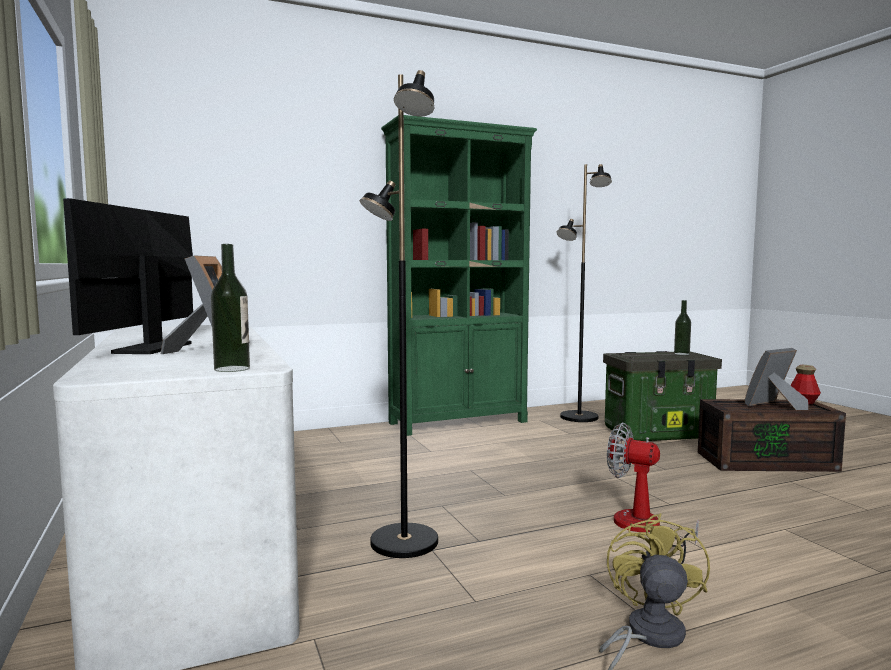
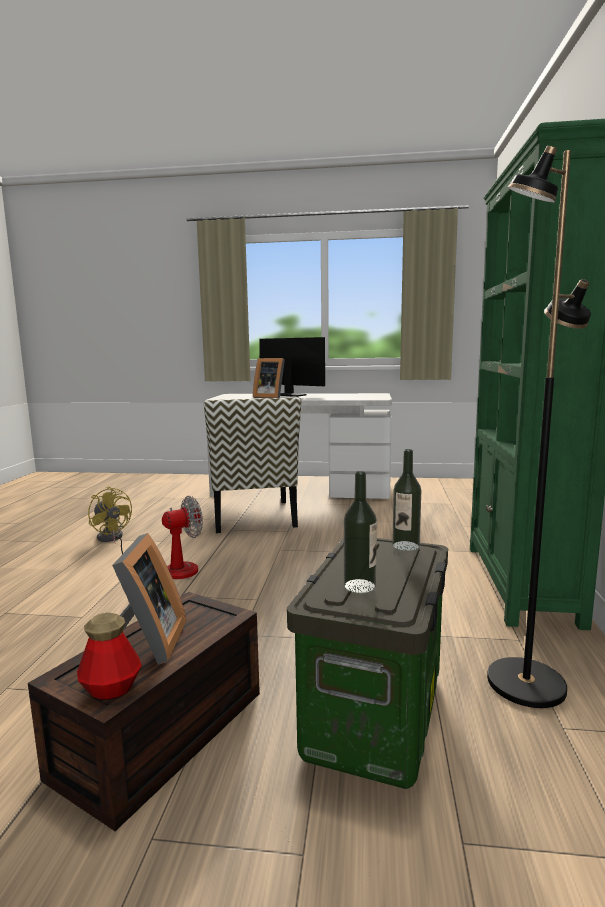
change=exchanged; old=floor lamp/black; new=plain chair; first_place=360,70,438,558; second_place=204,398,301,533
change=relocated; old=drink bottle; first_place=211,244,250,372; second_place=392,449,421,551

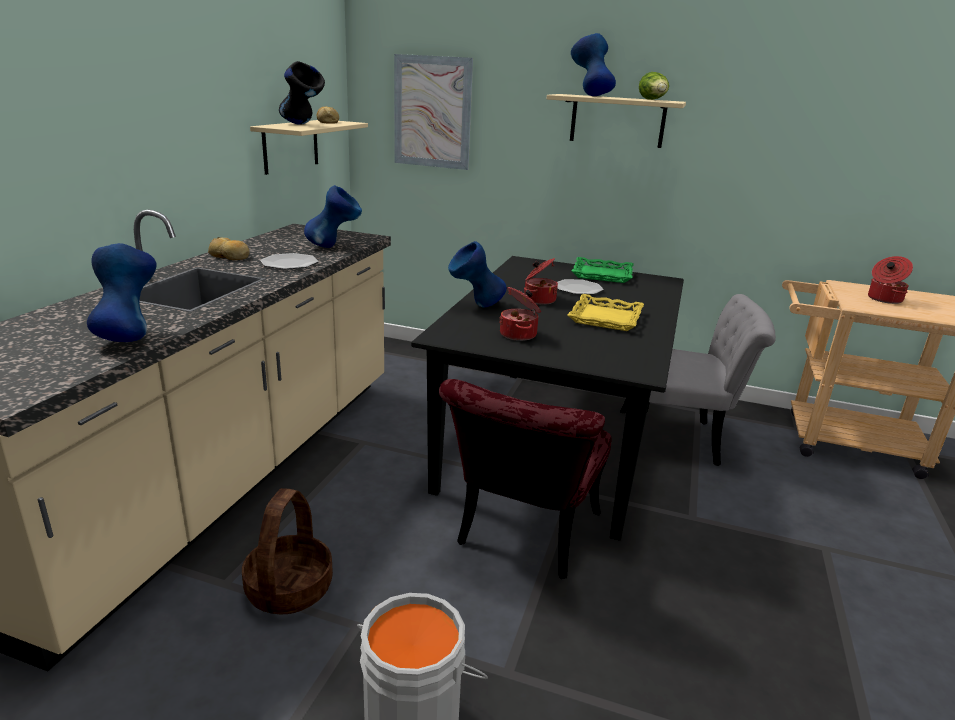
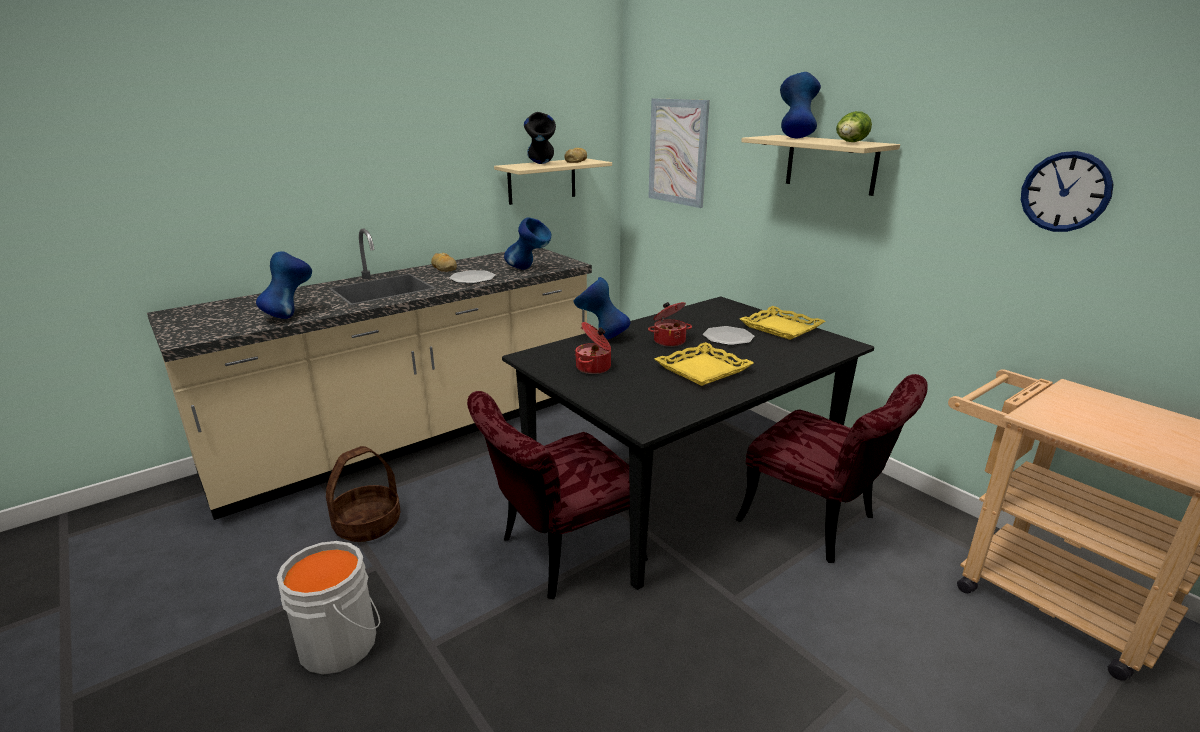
change=colour; old=plain chair/gray; new=plain chair/reddish; first_place=620,294,776,466; second_place=736,374,928,563
change=colour; old=tray/greenish; new=tray/yellow-coloured; first_place=572,257,634,283; second_place=740,306,826,340
change=appeared; new=clock on the wall; second_place=1021,151,1114,232
change=missing; old=stockpot; first_place=868,256,913,304

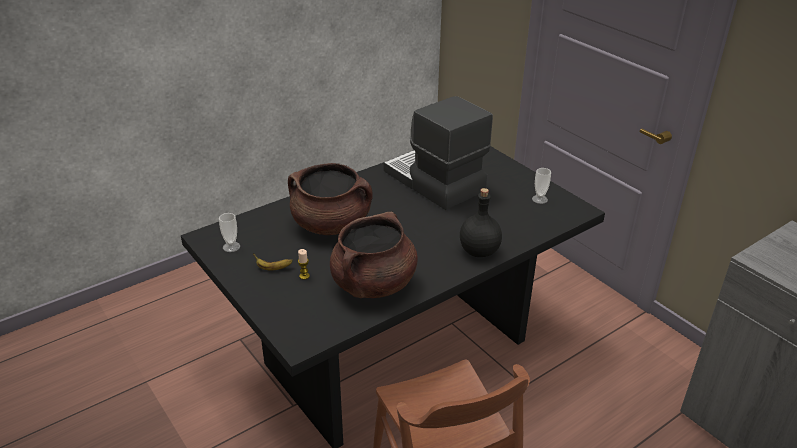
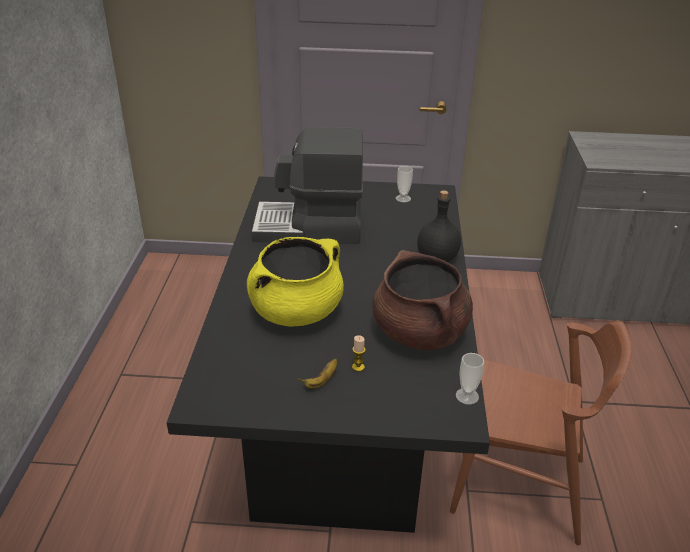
change=colour; old=stockpot/brown; new=stockpot/yellow-coloured; first_place=288,163,373,235; second_place=247,237,344,327
change=relocated; old=drinking cup; first_place=219,213,240,252; second_place=456,353,485,405

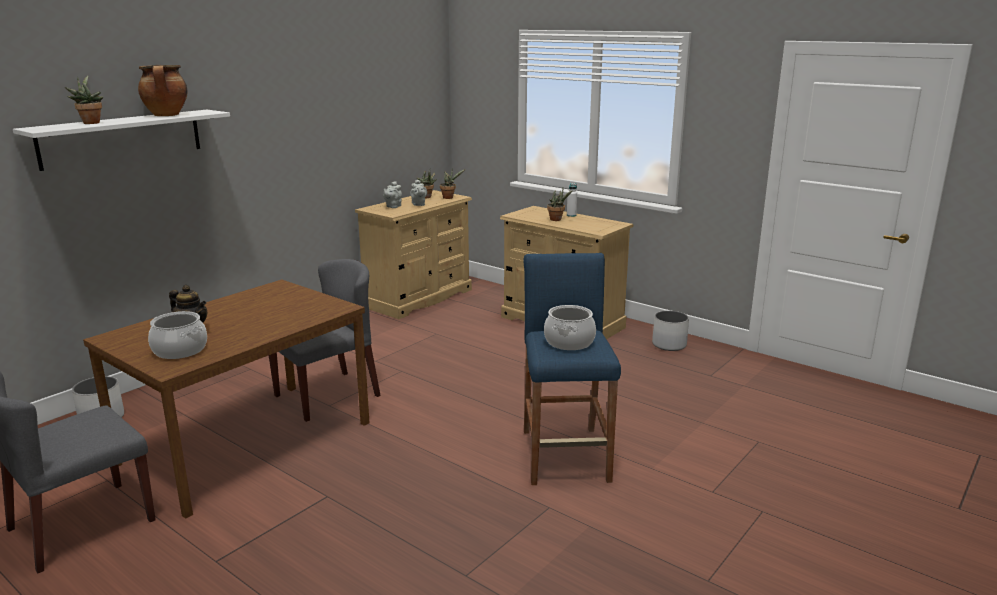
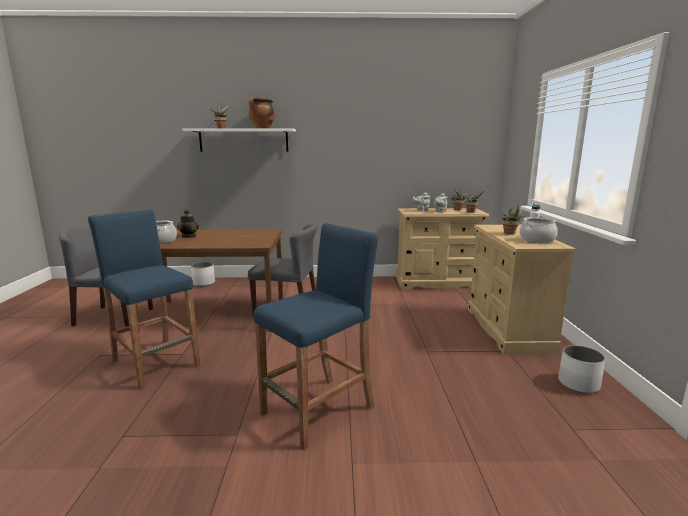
change=appeared; new=sitting stool/bluish; second_place=88,209,200,390
change=relocated; old=stockpot; first_place=544,305,596,350; second_place=519,217,558,243

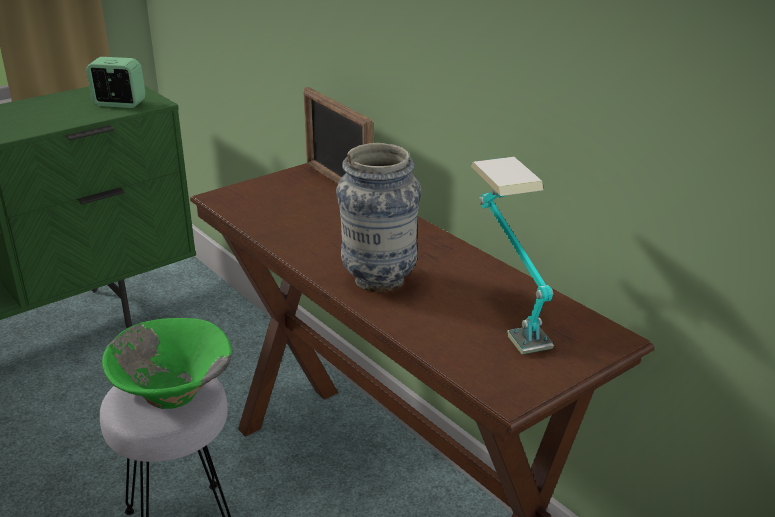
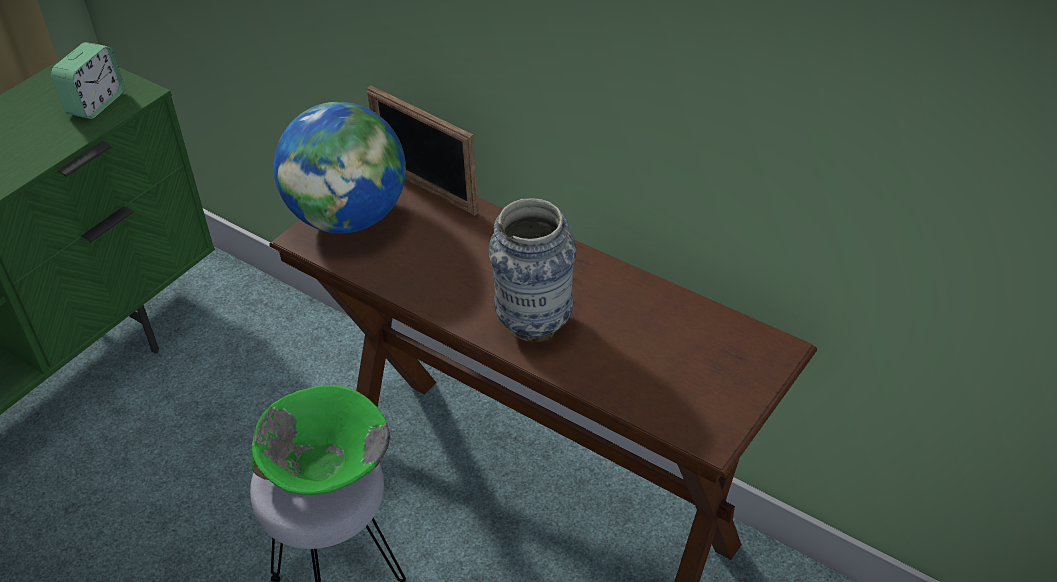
change=spun; old=bedside clock; first_place=86,57,146,108; second_place=51,42,124,119; degrees=120
change=appeared; new=globe; second_place=274,102,406,233
change=missing; old=lamp for a table; first_place=471,157,554,354

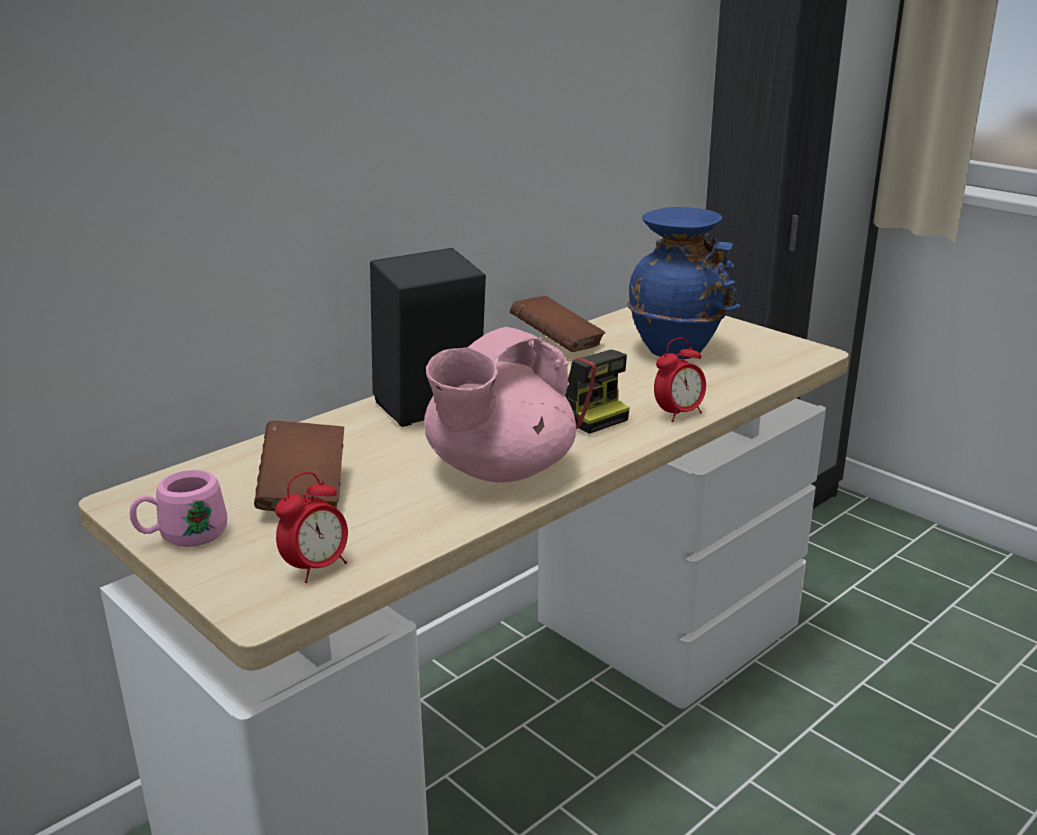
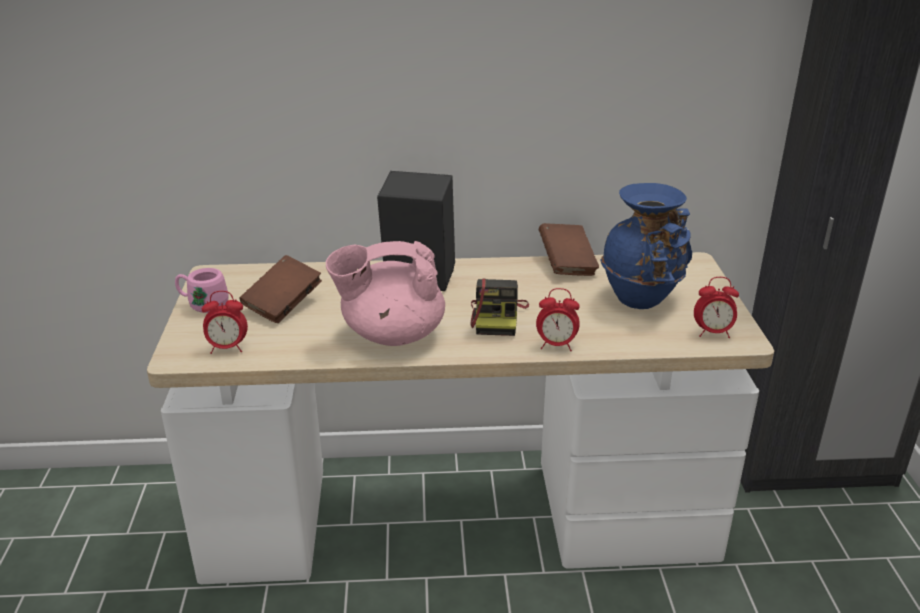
change=appeared; new=bedside clock; second_place=694,277,739,338

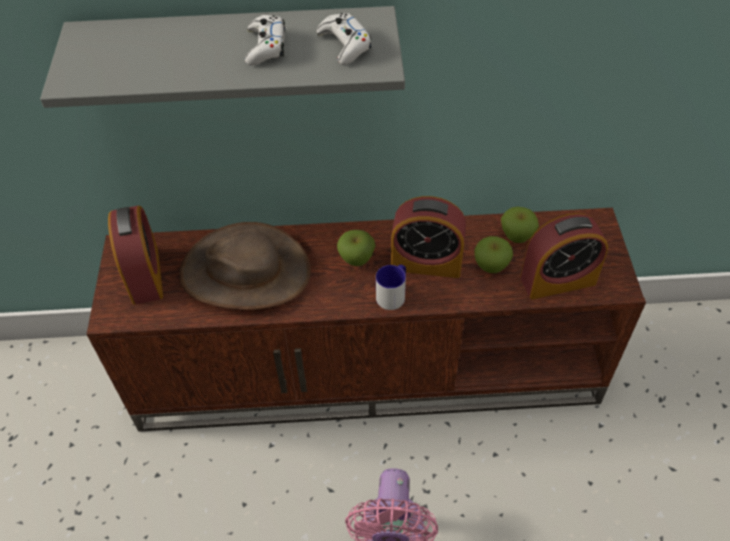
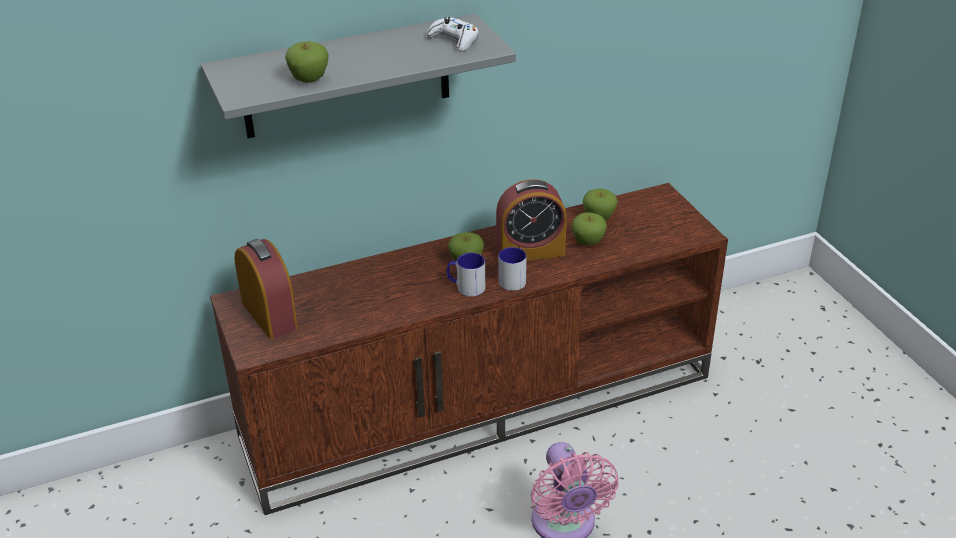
change=appeared; new=apple fruit; second_place=285,41,329,83
change=appeared; new=mug; second_place=446,253,485,297
change=missing; old=clothing hat/brown; first_place=179,222,311,310
change=missing; old=gamepad/white; first_place=245,15,285,66
change=missing; old=bedside clock; first_place=520,213,608,299

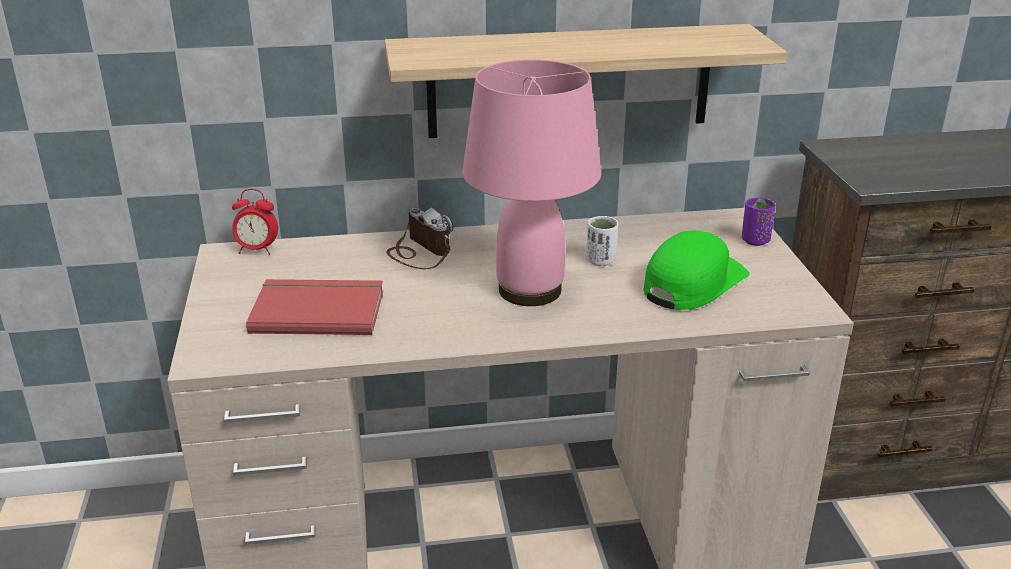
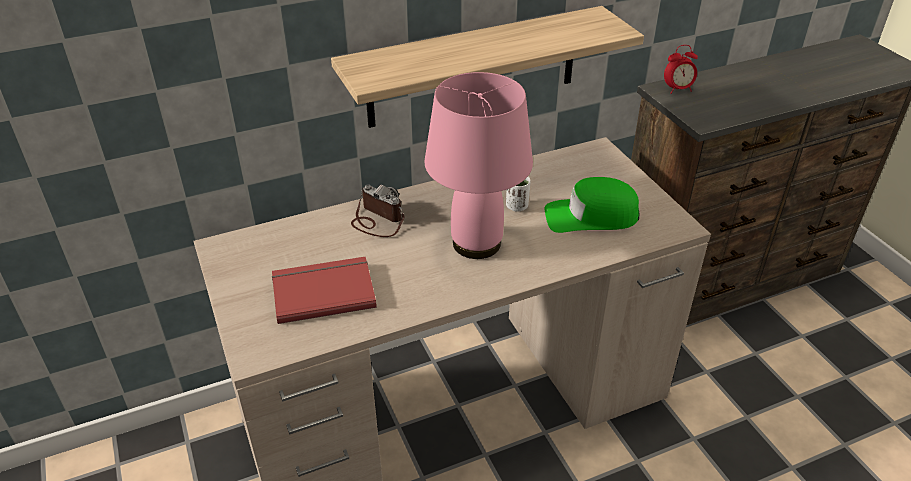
change=spun; old=cap/greenish; first_place=643,231,749,310; second_place=544,177,639,233; degrees=-120
change=relocated; old=bedside clock; first_place=232,189,278,255; second_place=664,45,698,94
change=missing; old=drinking cup/purple; first_place=742,198,775,246

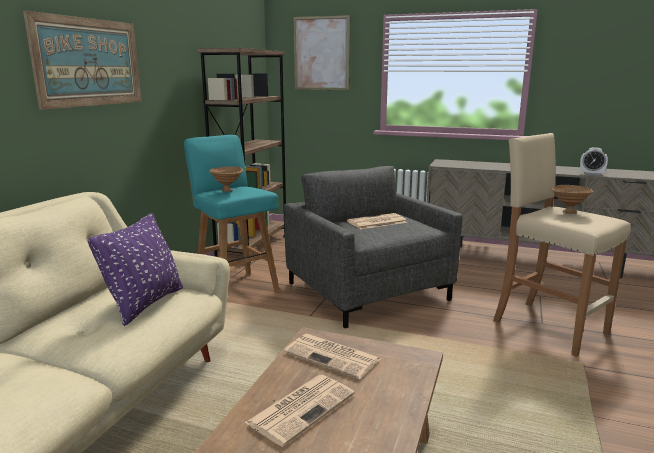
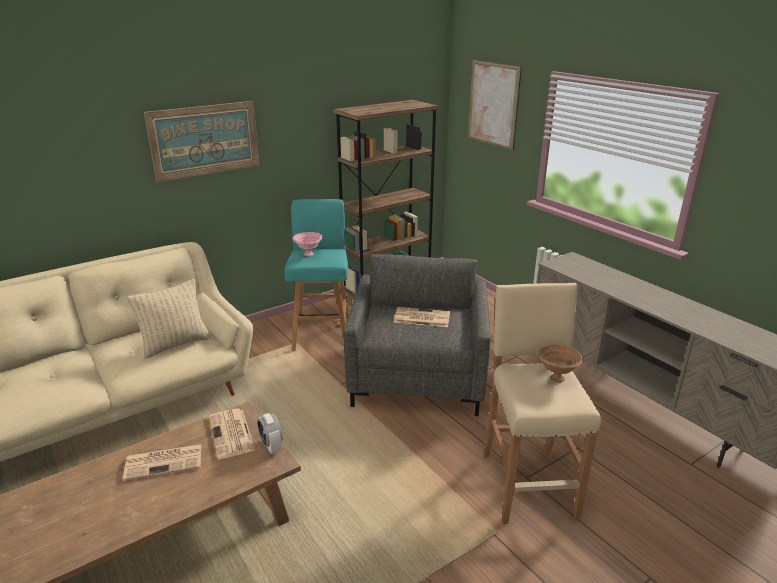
change=colour; old=throw pillow/purple; new=throw pillow/beige-coloured; first_place=88,213,183,326; second_place=127,279,210,359
change=relocated; old=bedside clock; first_place=580,147,608,176; second_place=257,413,283,454
change=colour; old=deep dish/brown; new=deep dish/pinkish; first_place=209,166,243,192; second_place=292,232,323,256

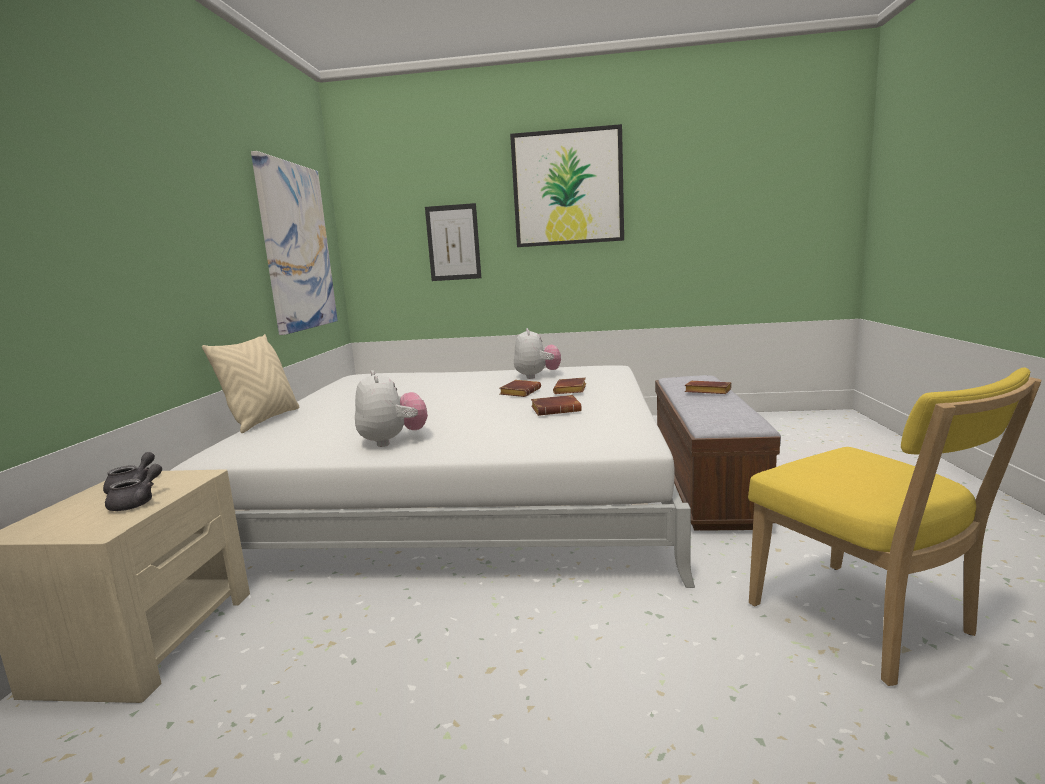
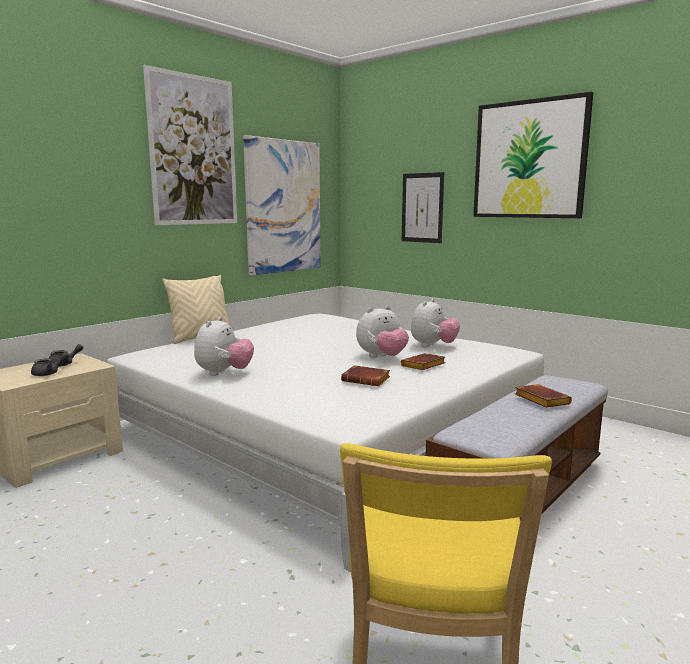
change=appeared; new=wall art; second_place=143,65,237,225
change=exchanged; old=book/brown; new=plush toy; first_place=500,380,541,397; second_place=356,306,409,358

